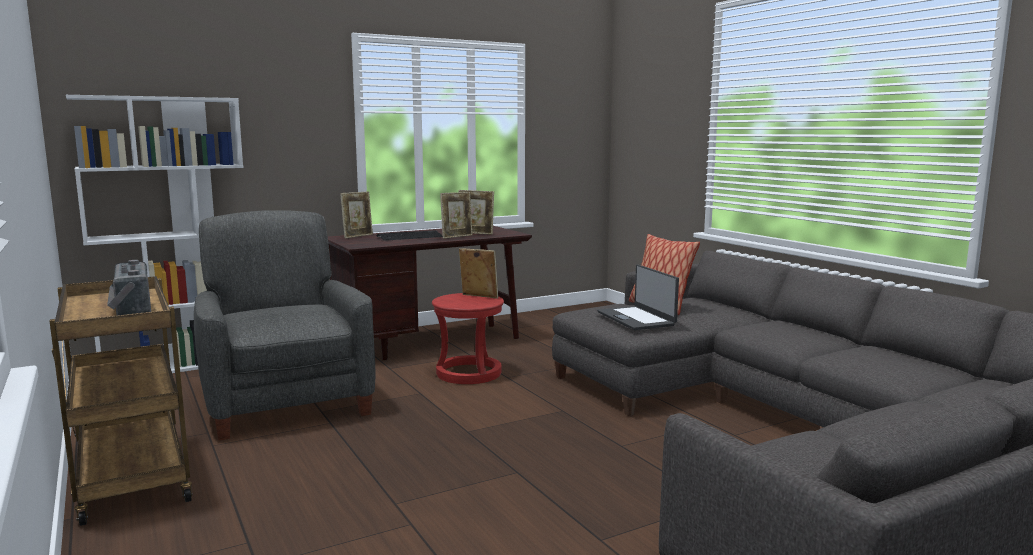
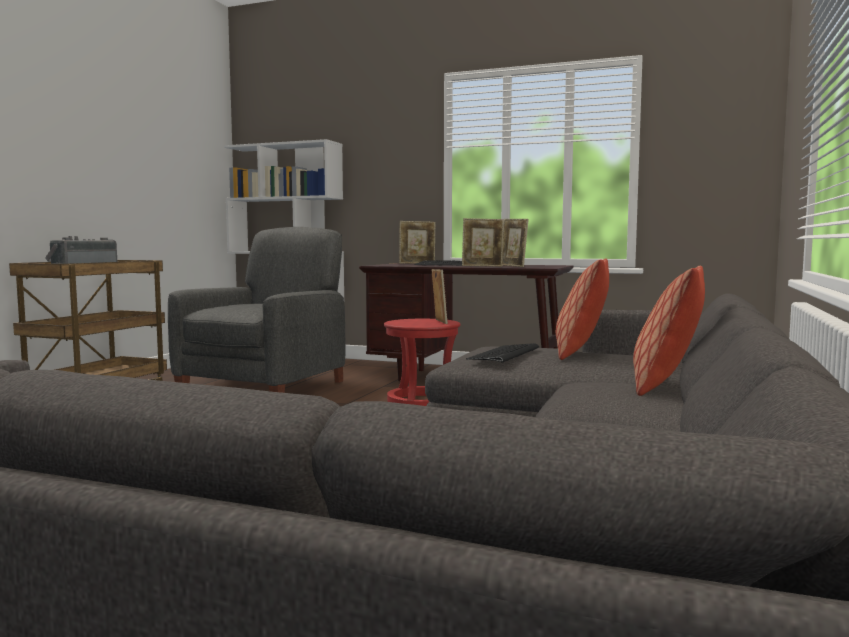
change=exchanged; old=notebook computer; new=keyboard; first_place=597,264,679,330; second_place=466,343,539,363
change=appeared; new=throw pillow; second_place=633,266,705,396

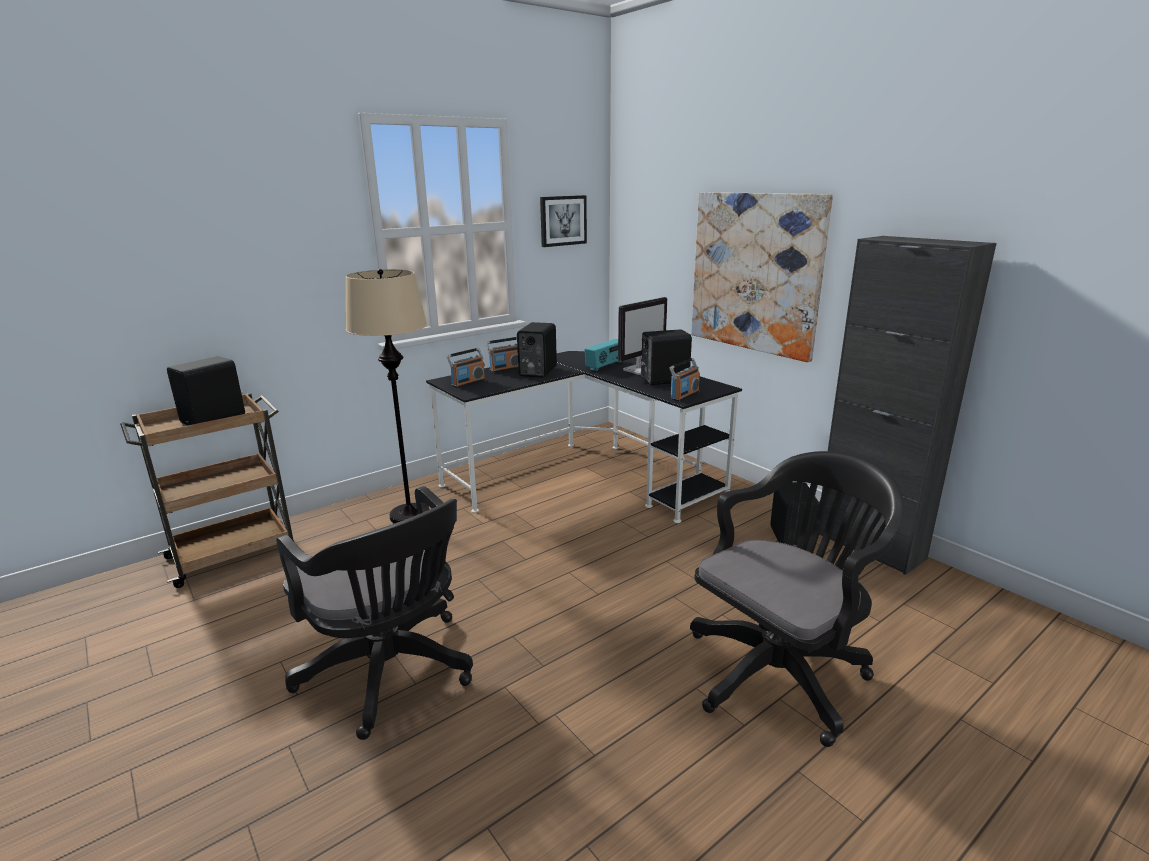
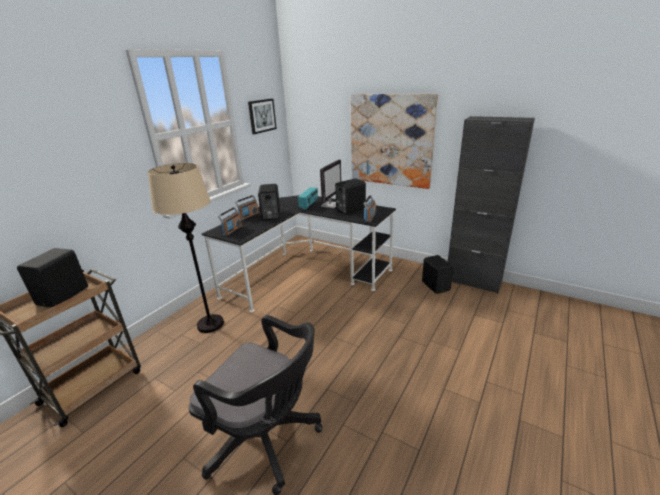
change=missing; old=computer chair/black; first_place=690,451,903,747

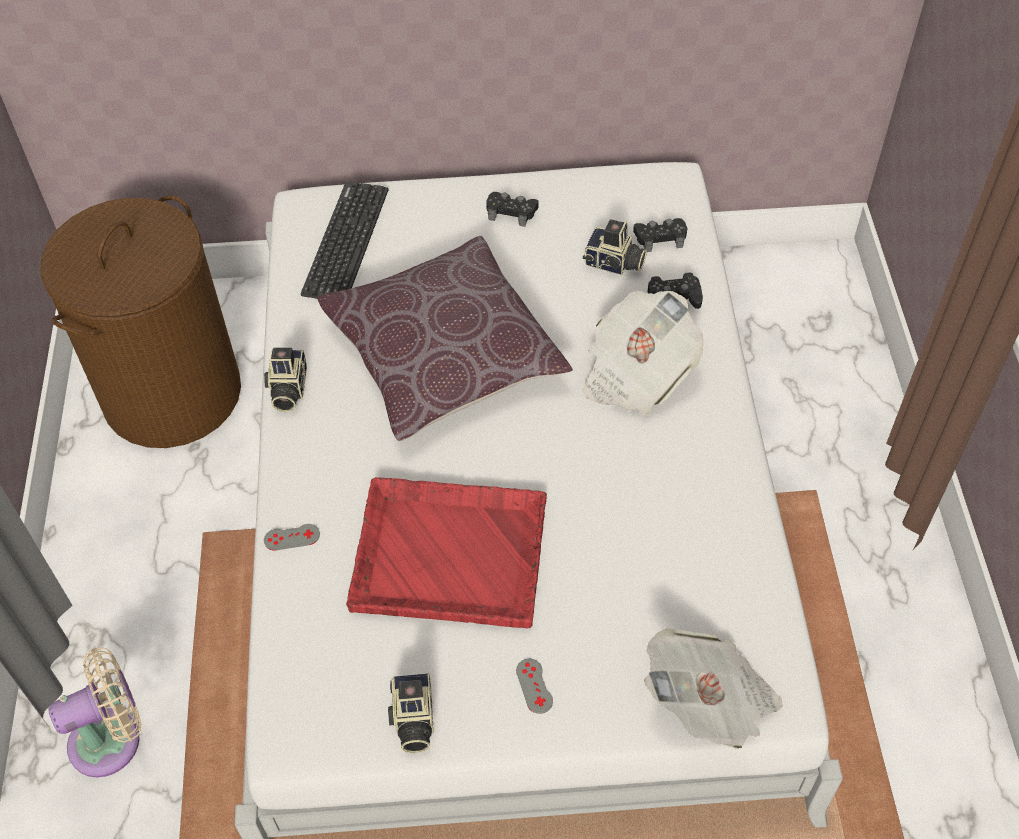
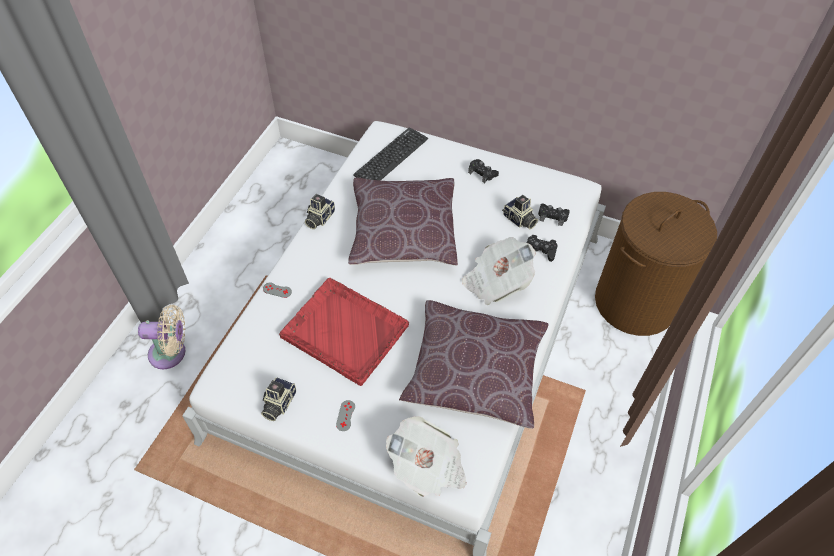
change=appeared; new=throw pillow/brown; second_place=399,300,549,429
change=relocated; old=hamper/brown; first_place=41,195,241,448; second_place=595,192,717,336

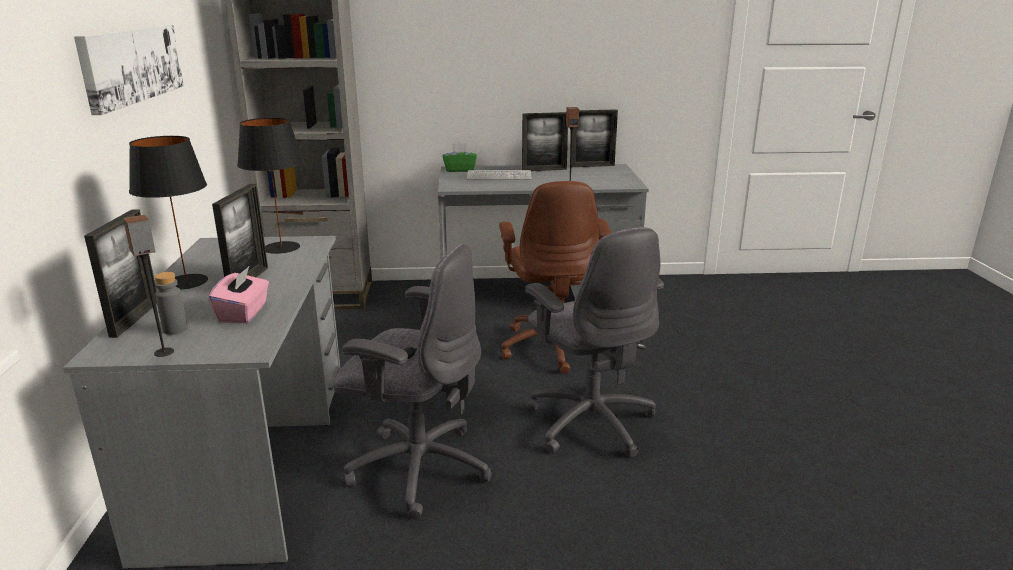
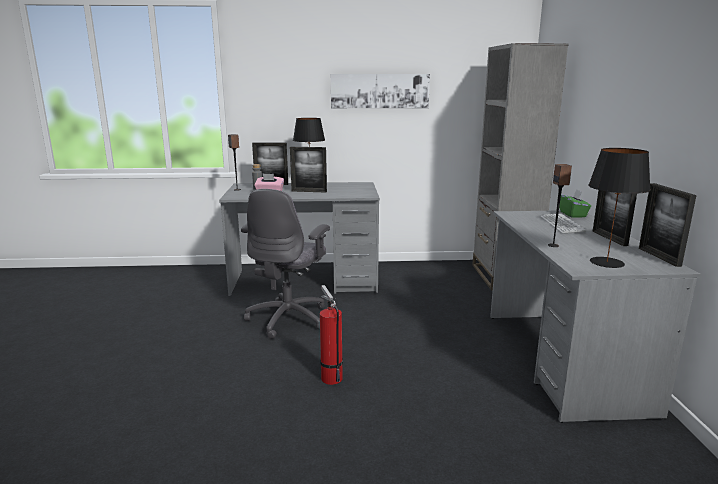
change=exchanged; old=computer chair/gray; new=fire-fighting cylinder; first_place=525,227,664,458; second_place=320,285,343,385
change=relocated; old=lamp for a table/black; first_place=237,118,303,254; second_place=588,148,651,268
change=missing; old=computer chair/brown; first_place=499,181,611,374

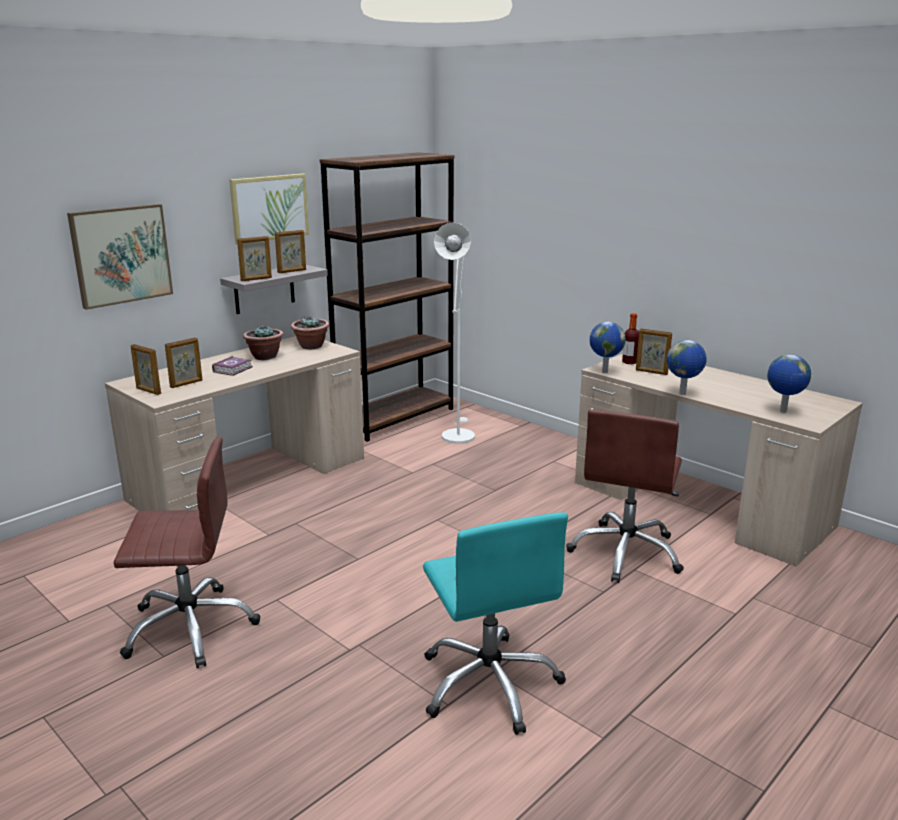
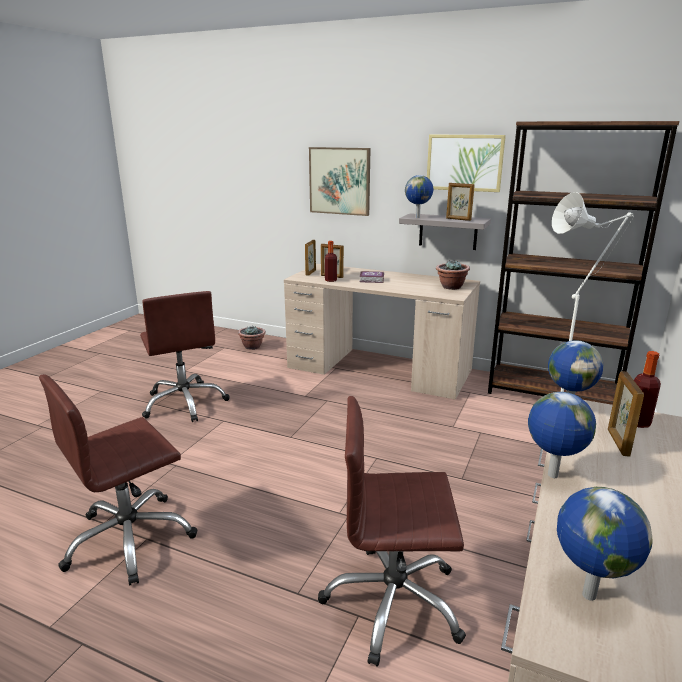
change=colour; old=computer chair/blue-green; new=computer chair/brown; first_place=423,512,568,735; second_place=39,374,198,586
change=relocated; old=houseplant; first_place=243,325,283,360; second_place=238,326,266,350
change=appeared; new=drink bottle; second_place=325,241,337,282
change=exchanged; old=standing frame; new=globe; first_place=237,236,272,281; second_place=405,175,433,218

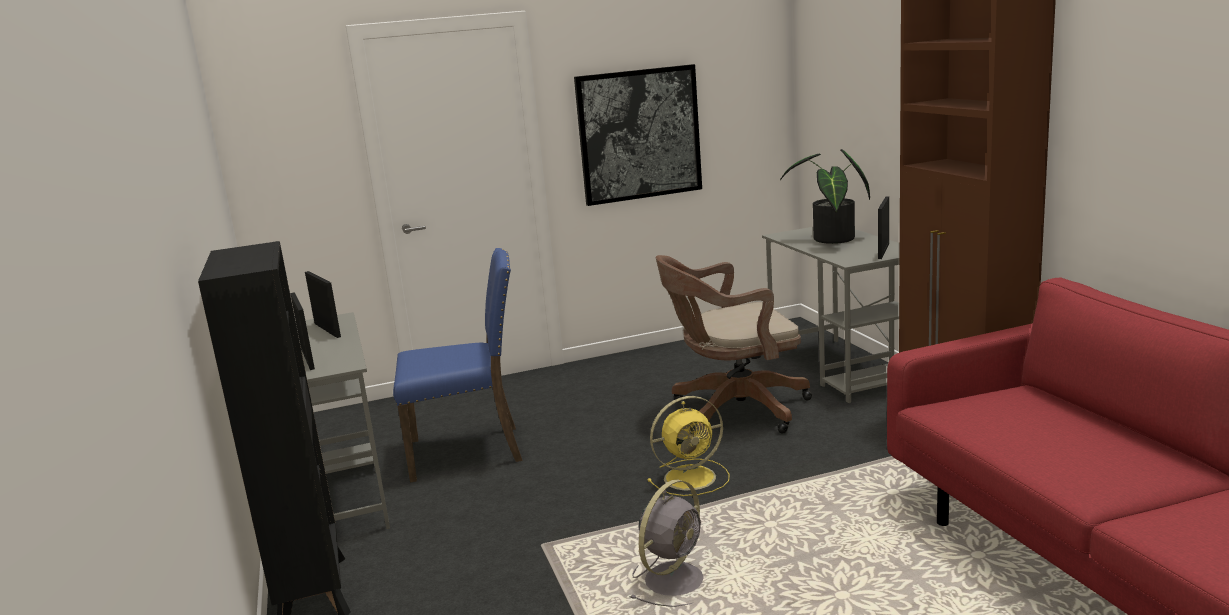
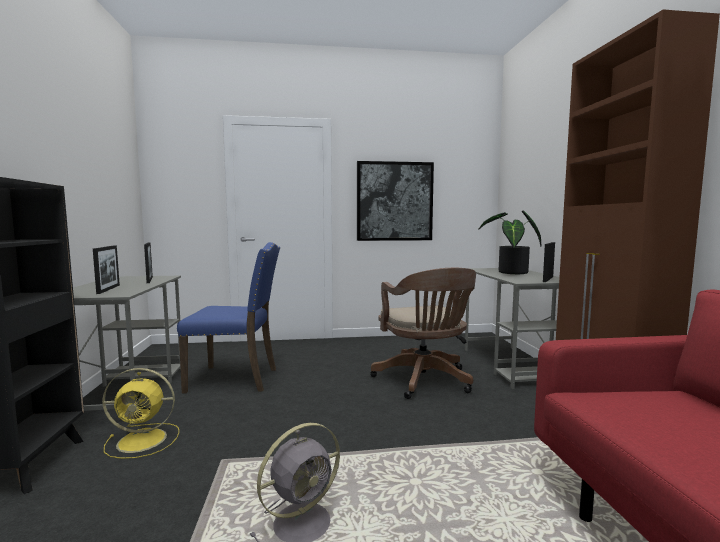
change=relocated; old=fan/yellow-coloured; first_place=647,396,730,496; second_place=102,368,179,459
change=spun; old=computer chair/brown; first_place=656,255,812,434; second_place=370,268,476,399; degrees=-105

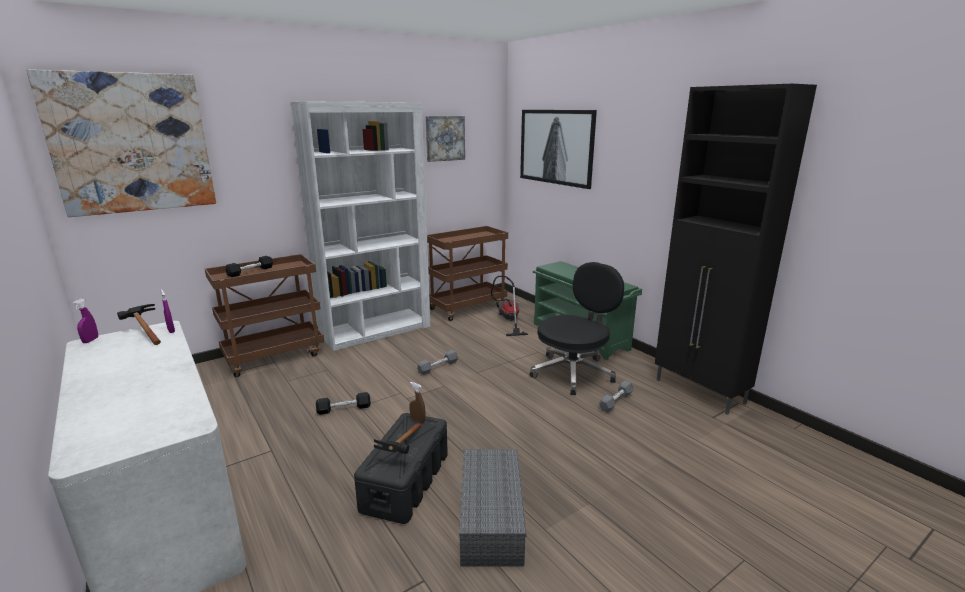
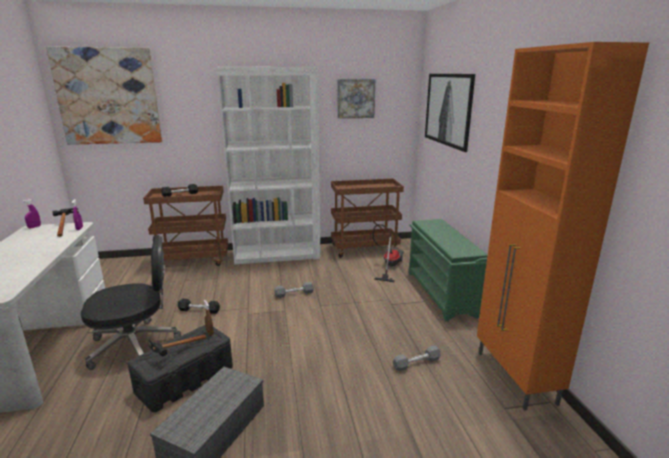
change=relocated; old=computer chair/black; first_place=530,262,624,395; second_place=81,235,181,370
change=colour; old=cupboard/black; new=cupboard/orangey; first_place=655,84,817,415; second_place=477,42,649,411

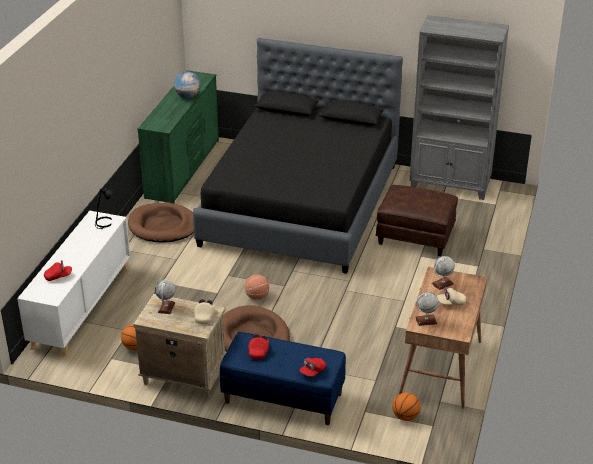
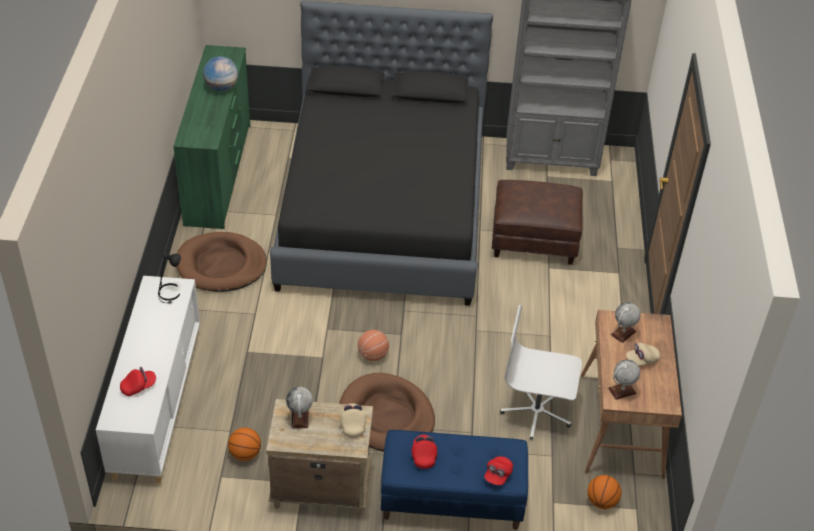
change=appeared; new=computer chair/white; second_place=500,305,582,440

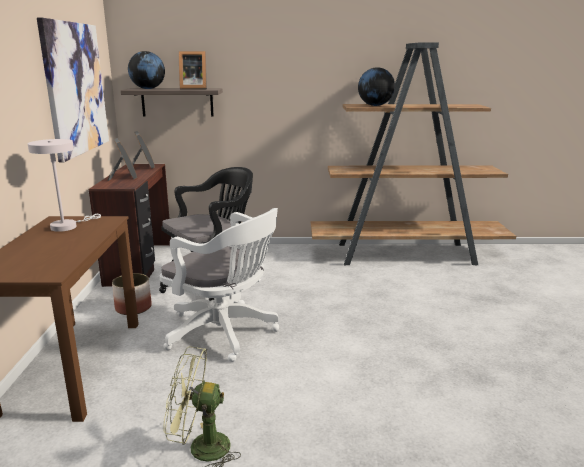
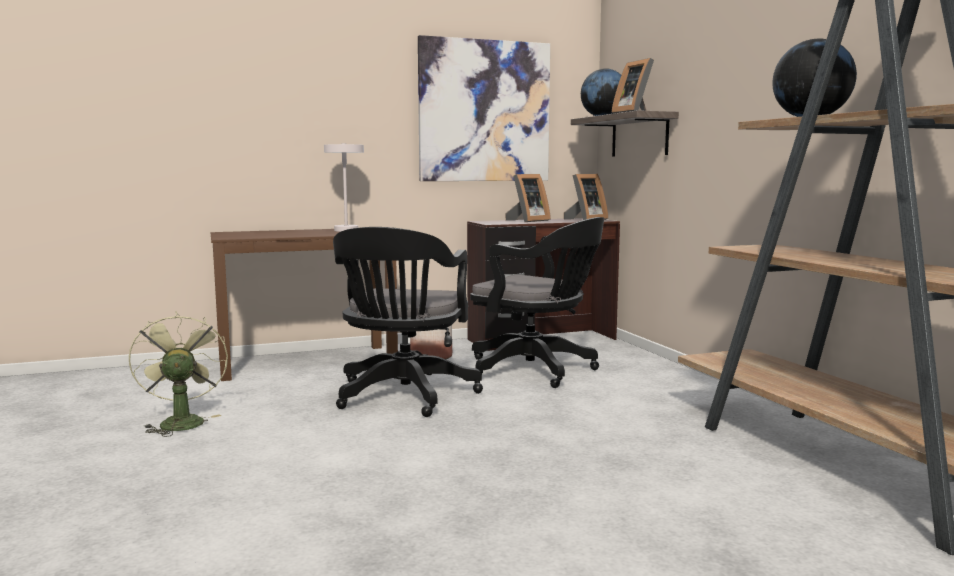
change=colour; old=computer chair/white; new=computer chair/black; first_place=160,208,279,362; second_place=333,227,483,417

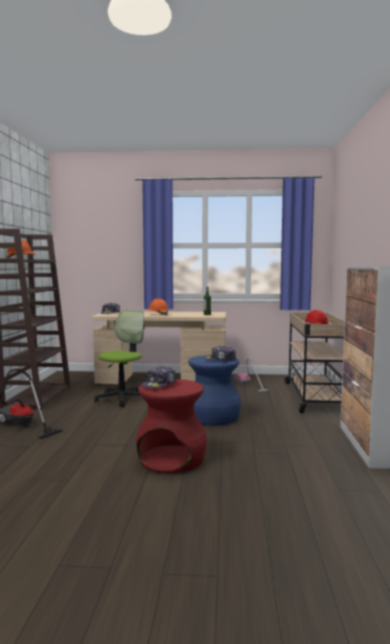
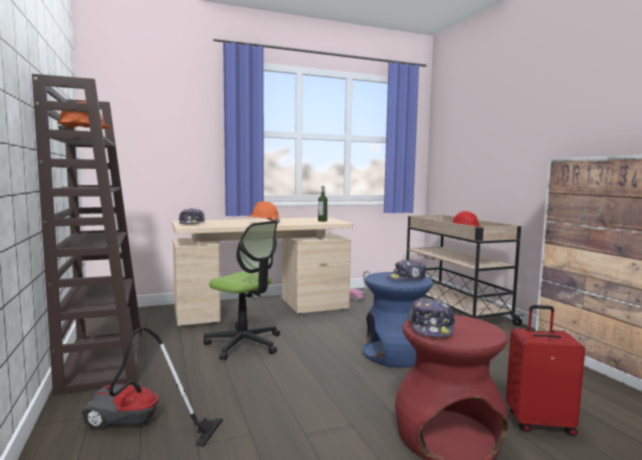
change=spun; old=computer chair; first_place=94,310,145,407; second_place=203,221,280,360; degrees=120
change=appeared; new=suitcase/reddish; second_place=506,305,585,436

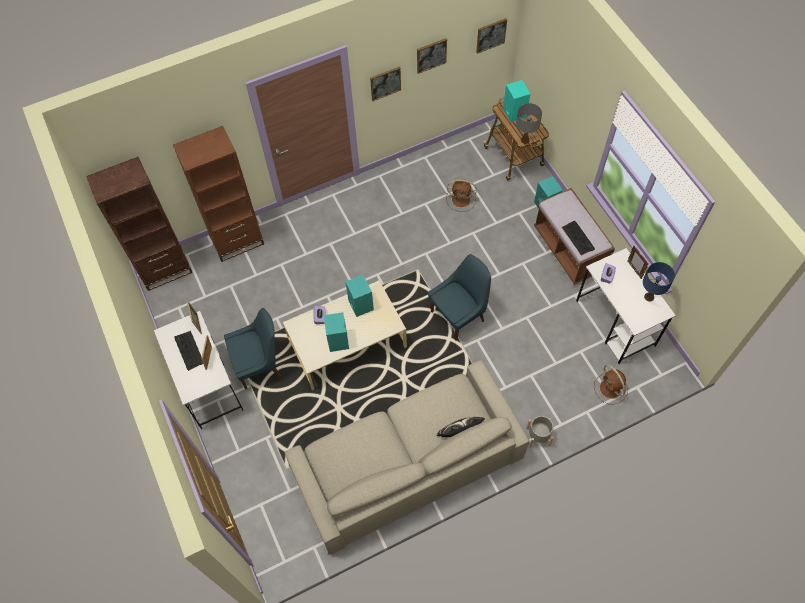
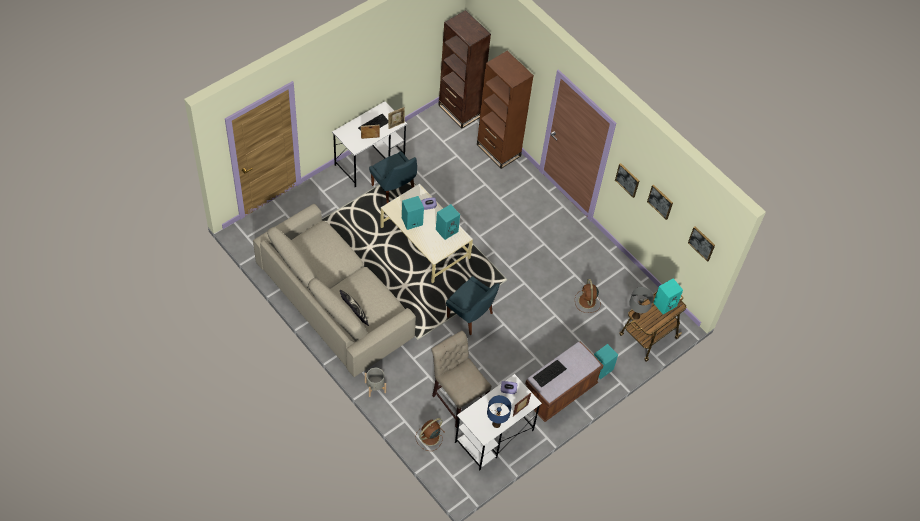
change=appeared; new=plain chair/beige-coloured; second_place=431,331,491,428

